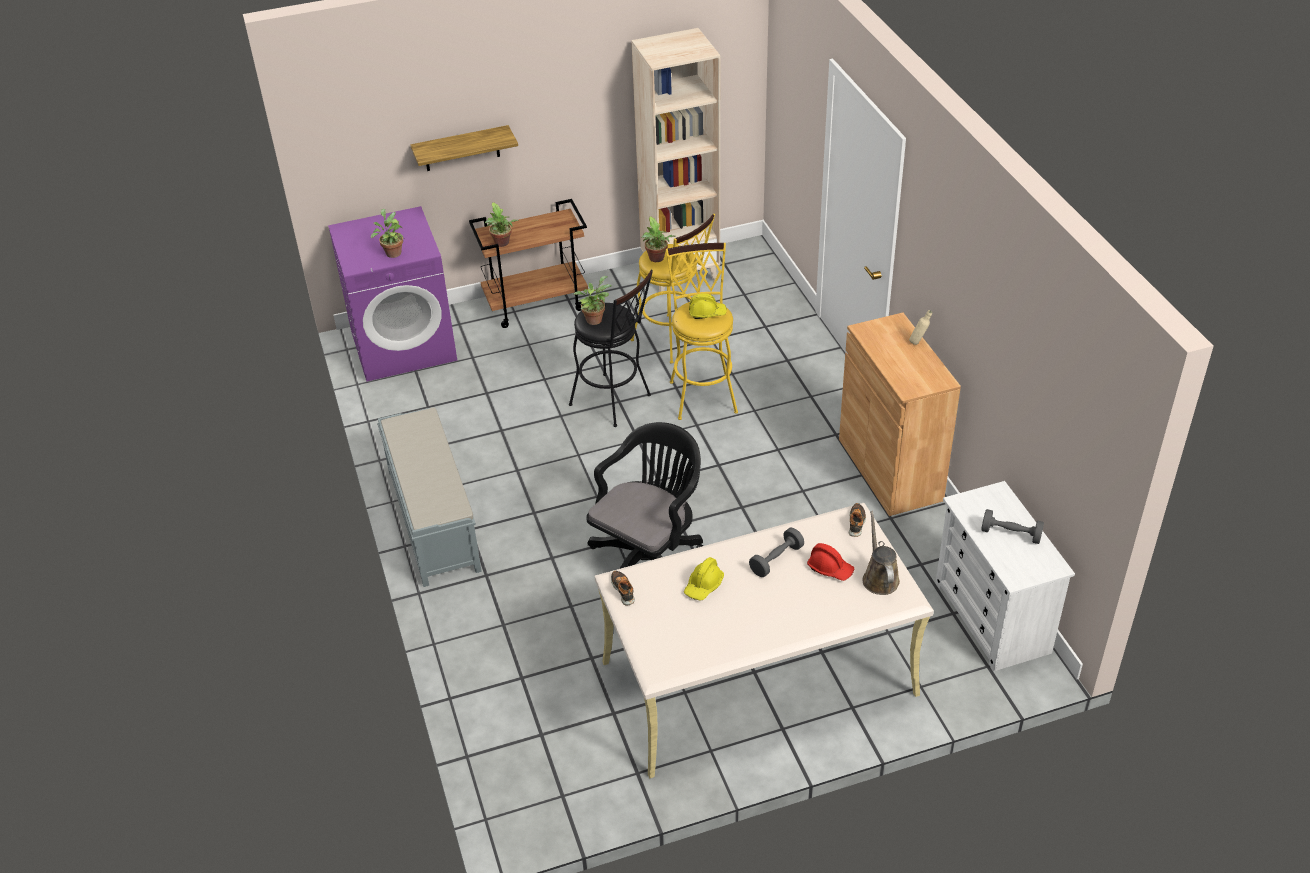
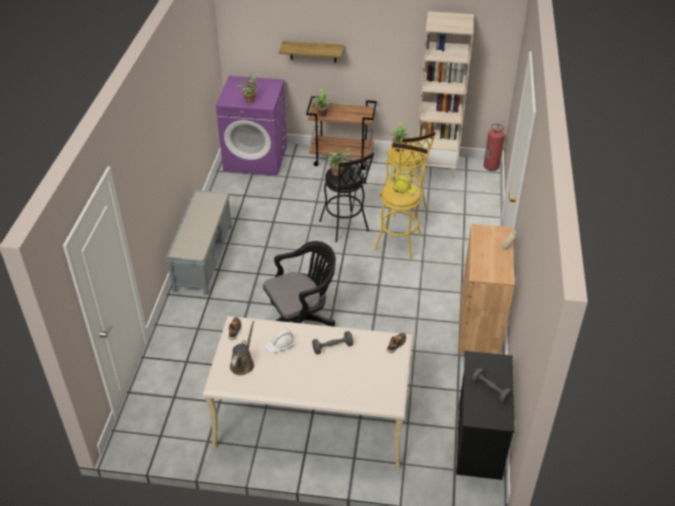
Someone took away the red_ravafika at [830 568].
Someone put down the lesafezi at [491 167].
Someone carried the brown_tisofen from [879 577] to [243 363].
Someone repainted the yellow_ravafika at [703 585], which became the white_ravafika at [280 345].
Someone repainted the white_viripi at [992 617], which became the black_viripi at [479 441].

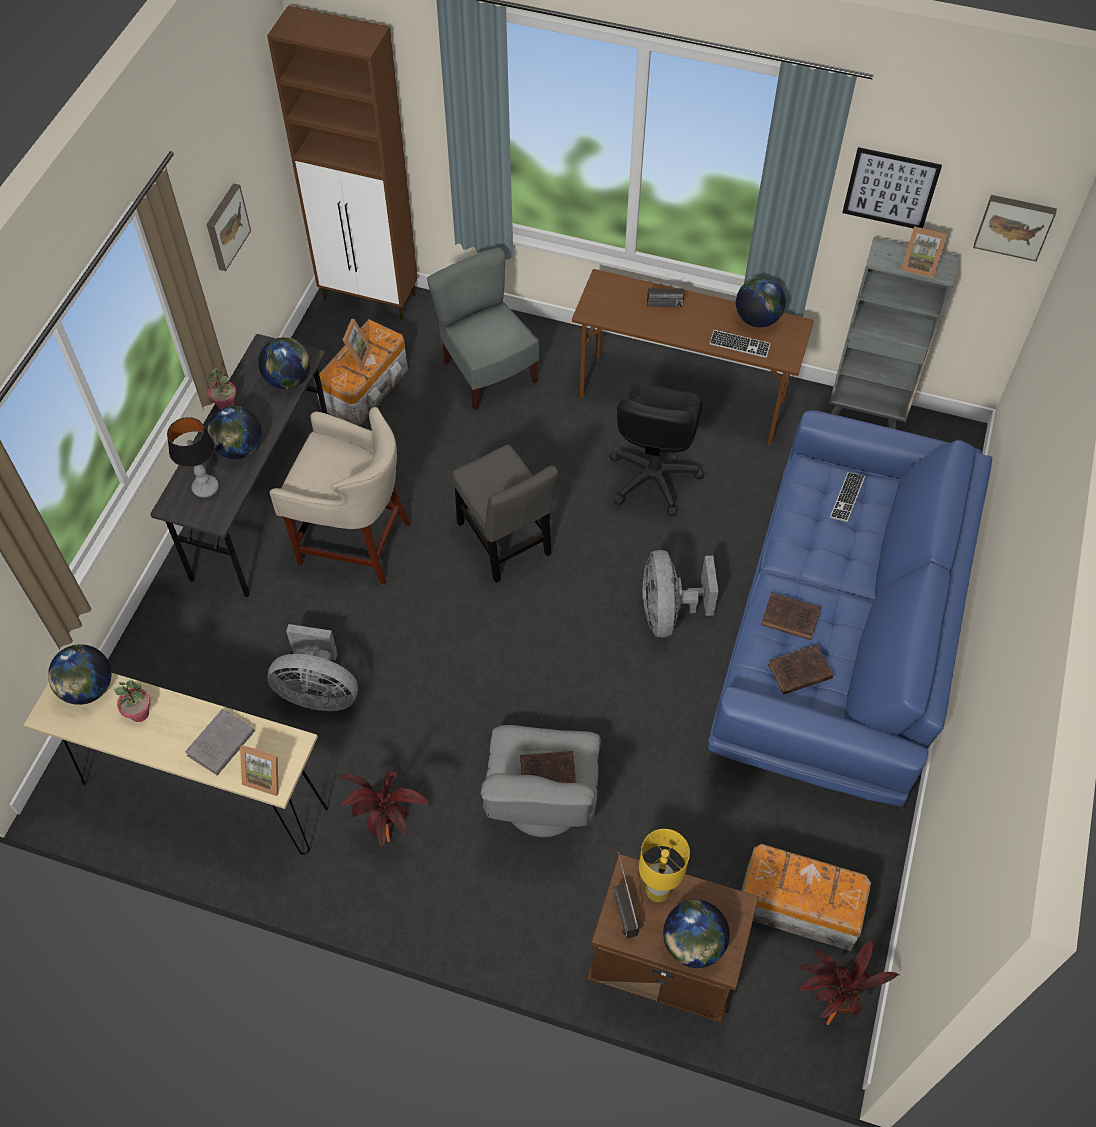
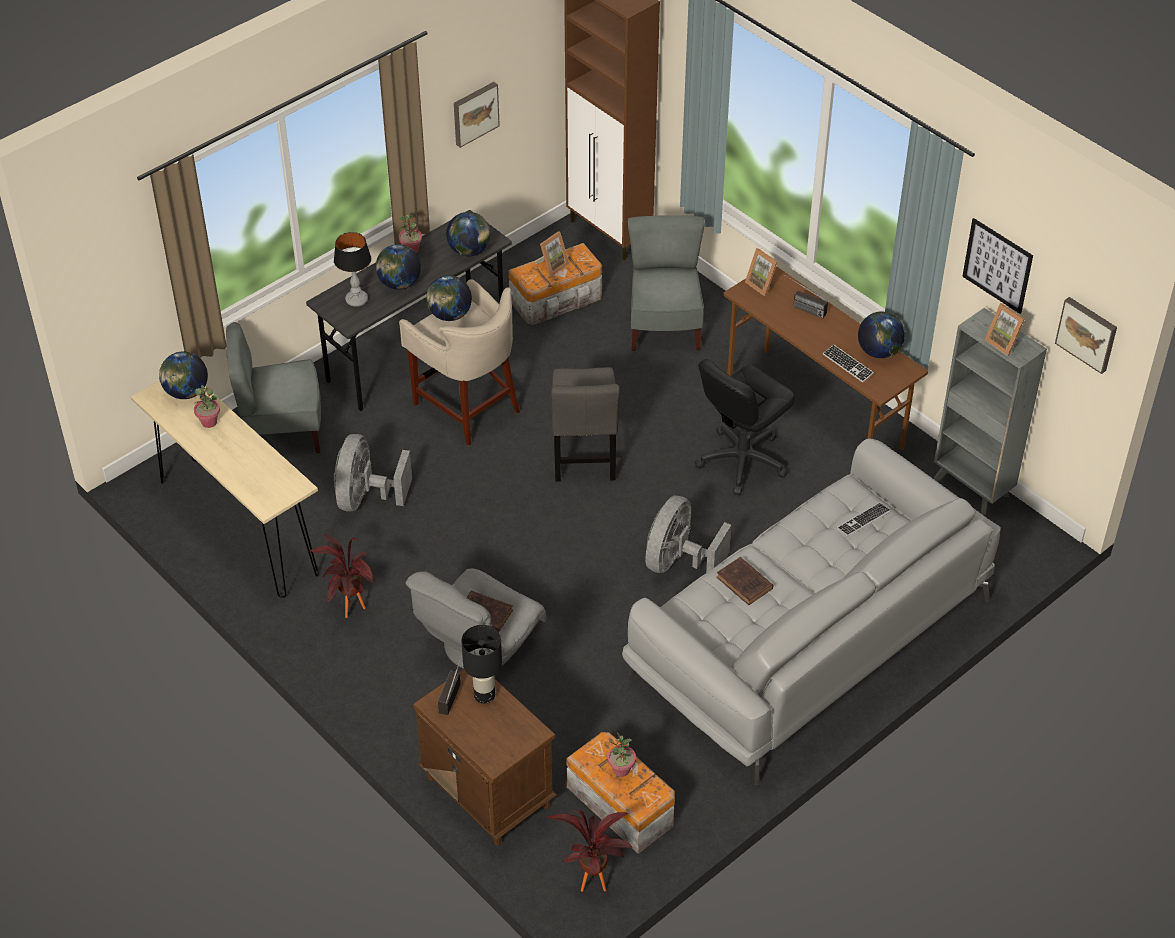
Someone took away the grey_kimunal at [220 745].
Someone took away the brown_kimunal at [798 672].
Someone put down the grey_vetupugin at [282 432].
Someone put down the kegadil at [621 770].
Someone carried the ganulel from [266 776] to [762 284].
Someone carried the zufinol from [693 944] to [449 315].
Someone repainted the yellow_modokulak at [657 889], which became the black_modokulak at [484 695].
Someone repainted the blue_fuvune at [837 634], which became the grey_fuvune at [808 638].
Someone rotated the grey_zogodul at [319 693] by 60 degrees clockwise.

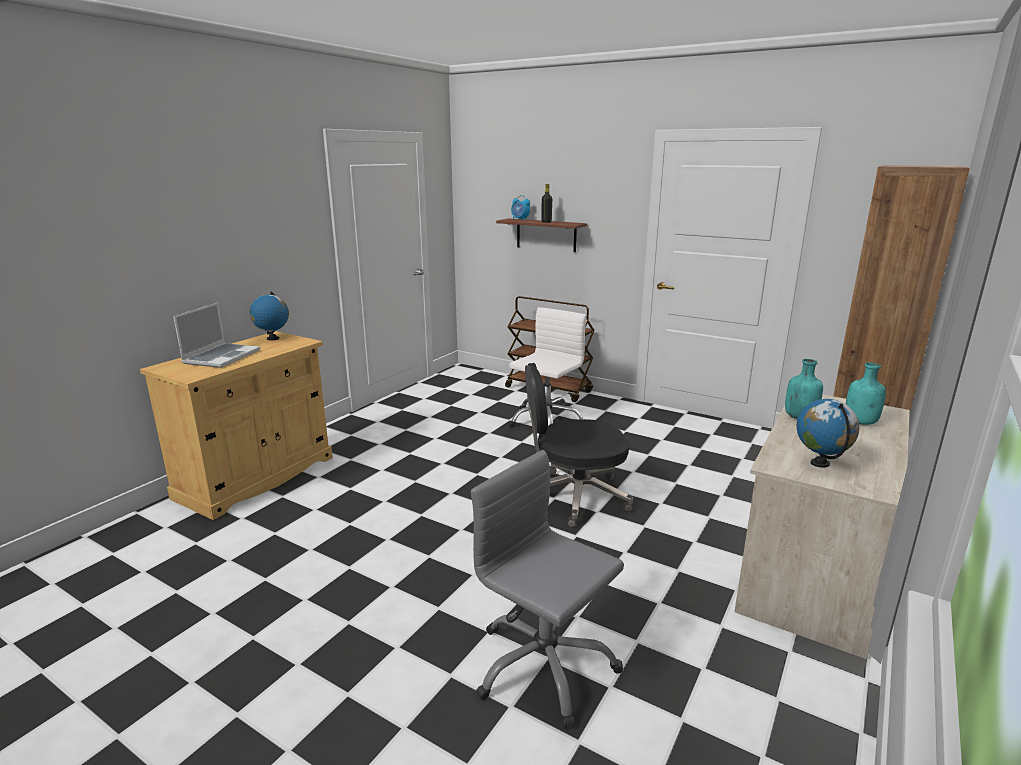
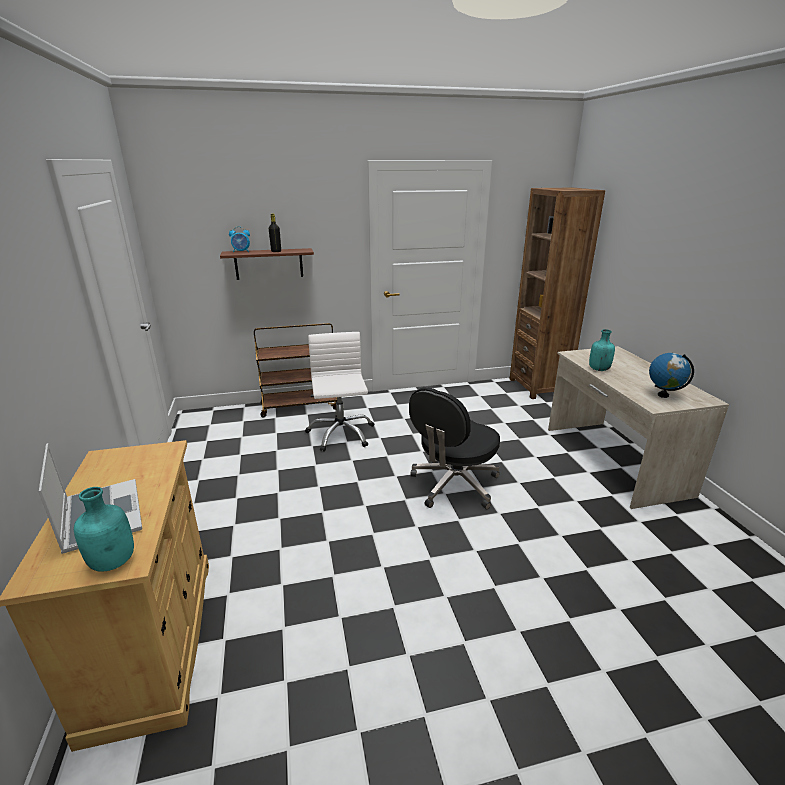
Someone took away the zufinol at [272 339].
Someone took away the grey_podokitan at [544 666].
Someone carried the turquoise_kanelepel from [861 422] to [114 561].

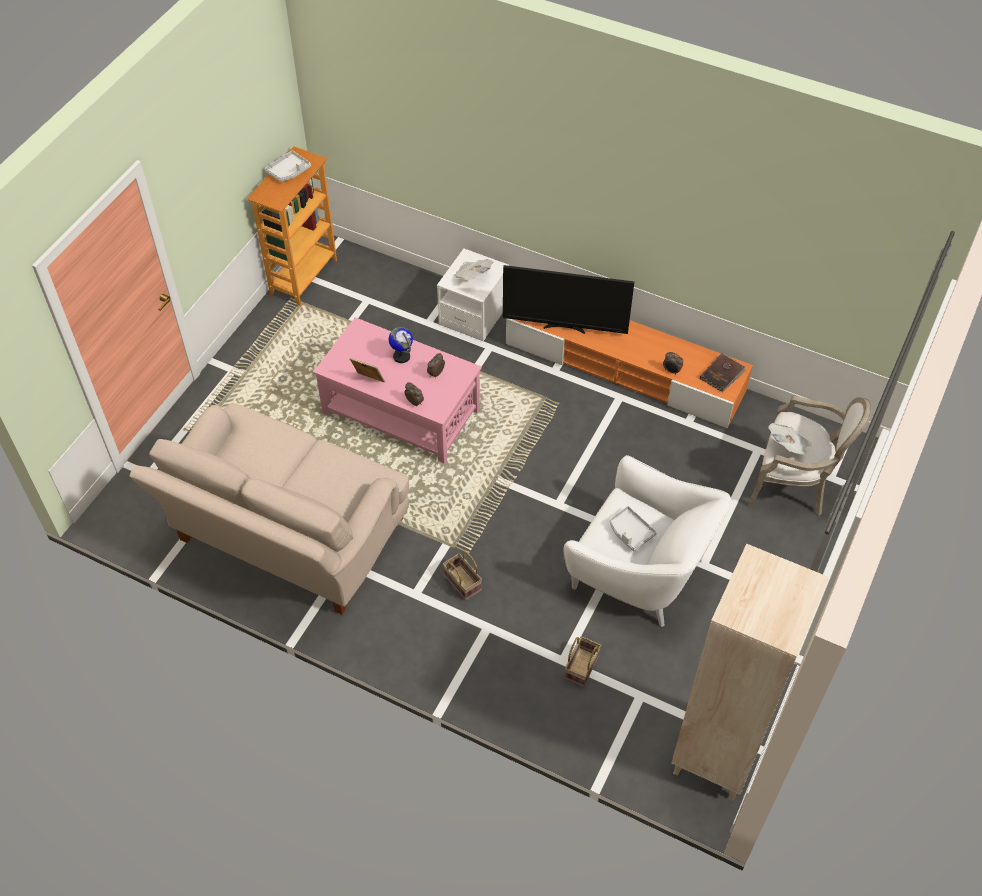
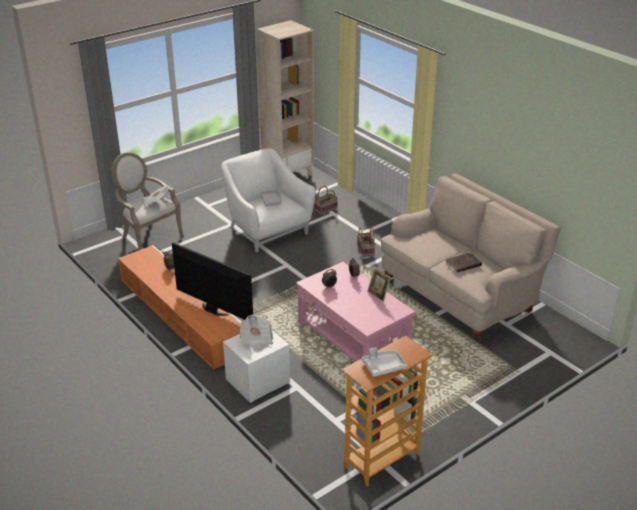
Someone took away the zufinol at [401 356].
Someone carried the brown_kimunal from [722 374] to [463 263].

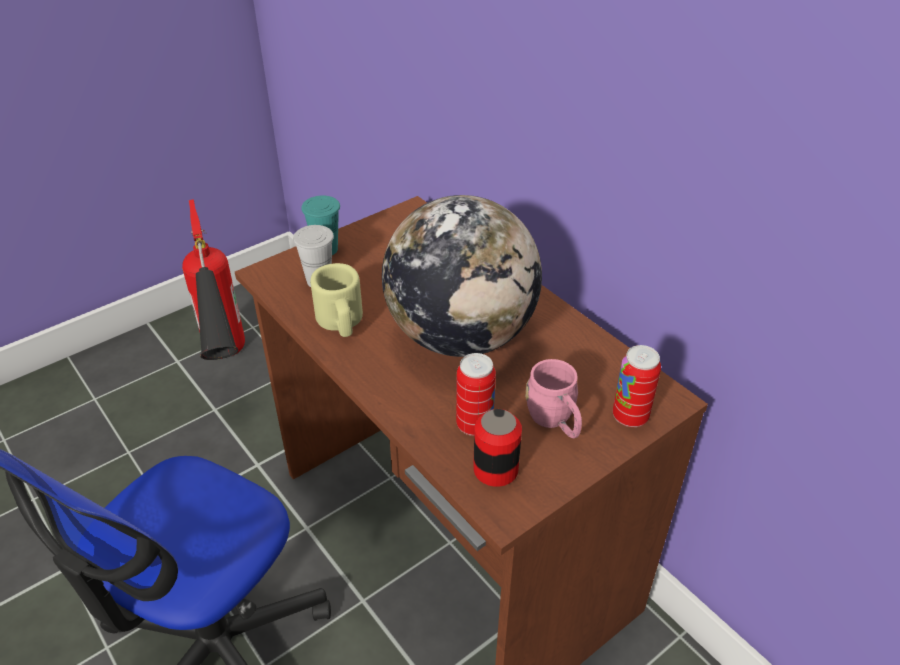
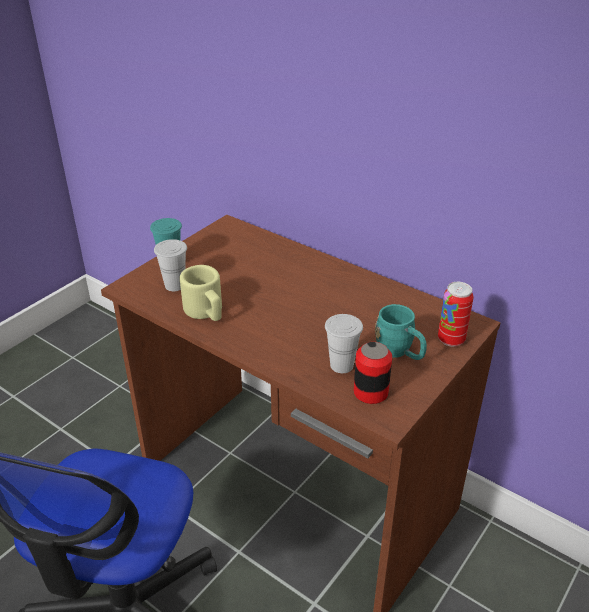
Someone took away the lesafezi at [228 370].
Someone took away the zufinol at [461 336].
Someone swapped the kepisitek at [474 425] for the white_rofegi at [341 365].
Someone repainted the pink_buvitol at [555 422], which became the turquoise_buvitol at [399 352].

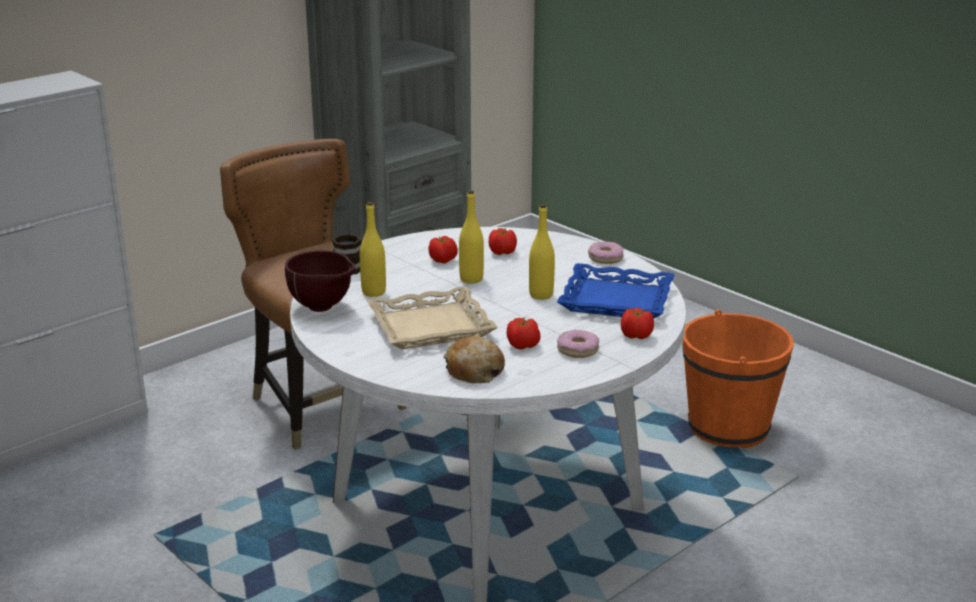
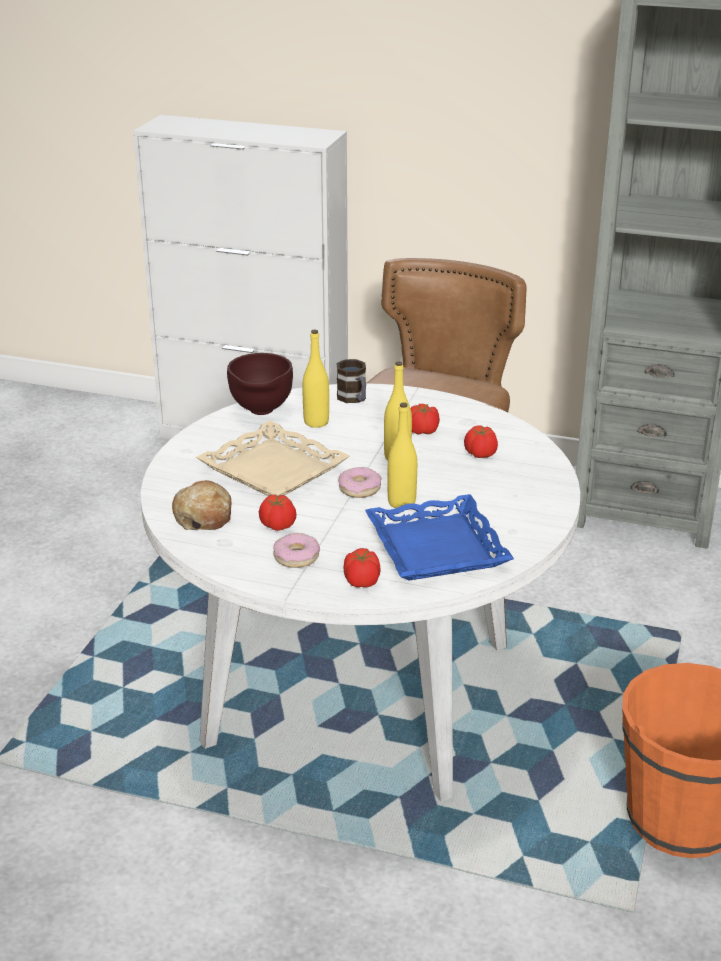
Someone carried the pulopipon from [605 258] to [359 488].

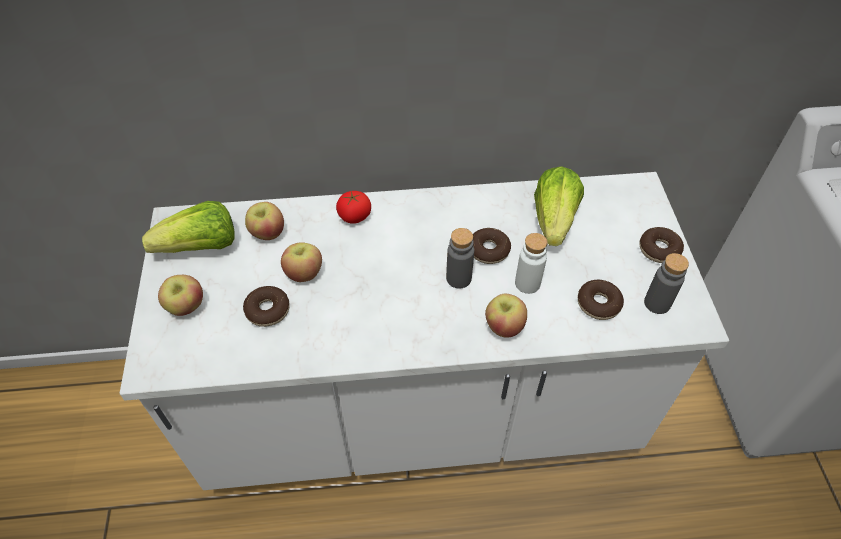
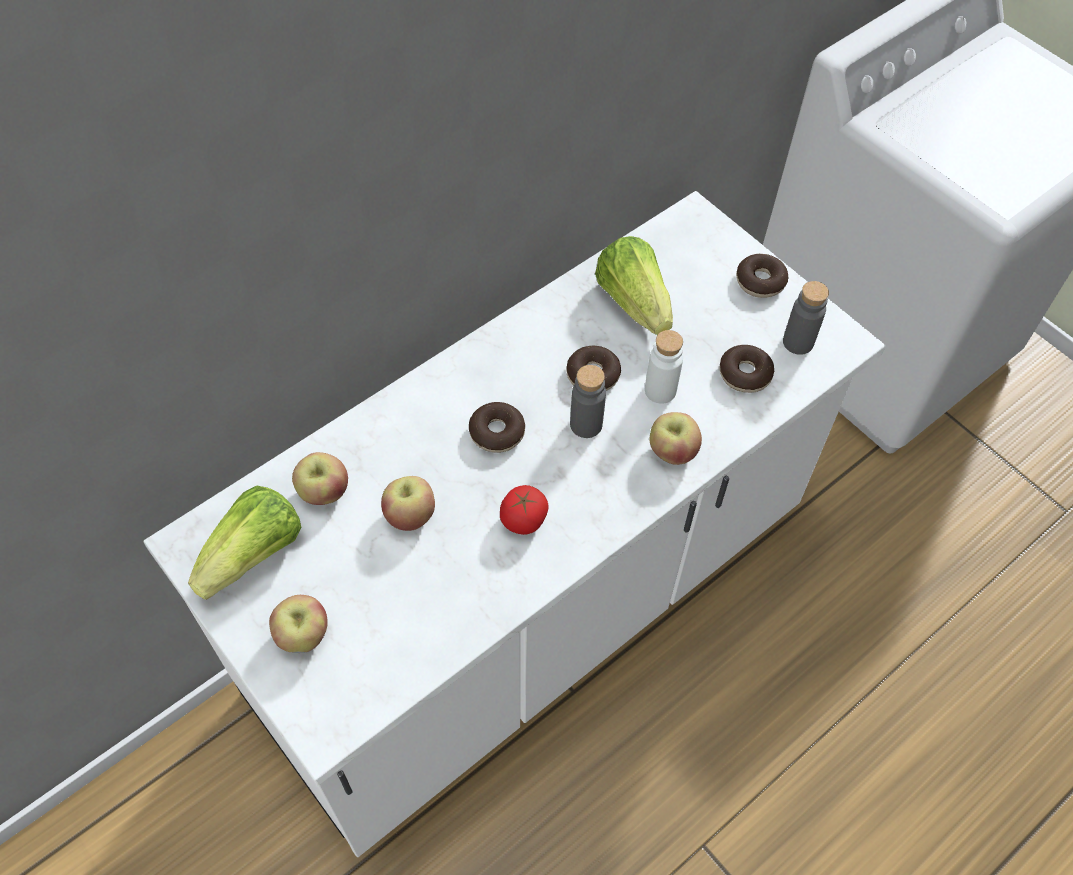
Someone carried the pulopipon from [267 310] to [497 432].
Someone carried the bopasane from [355 216] to [524 519].

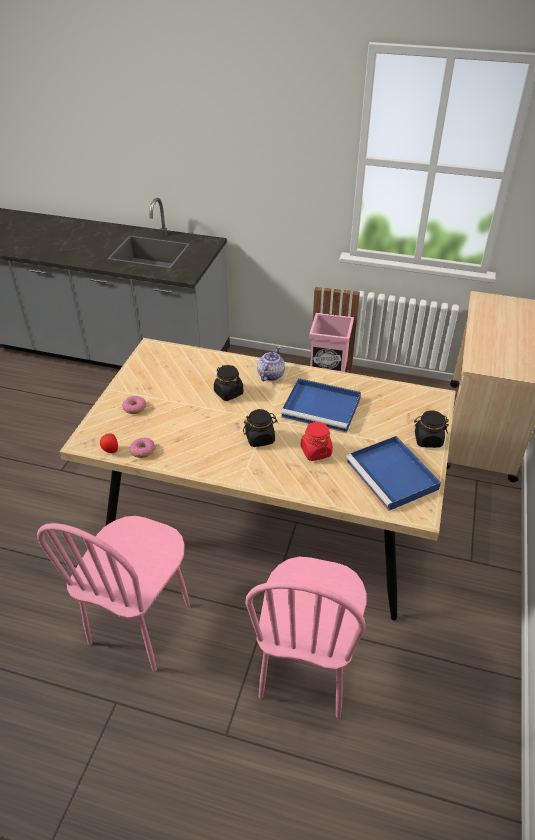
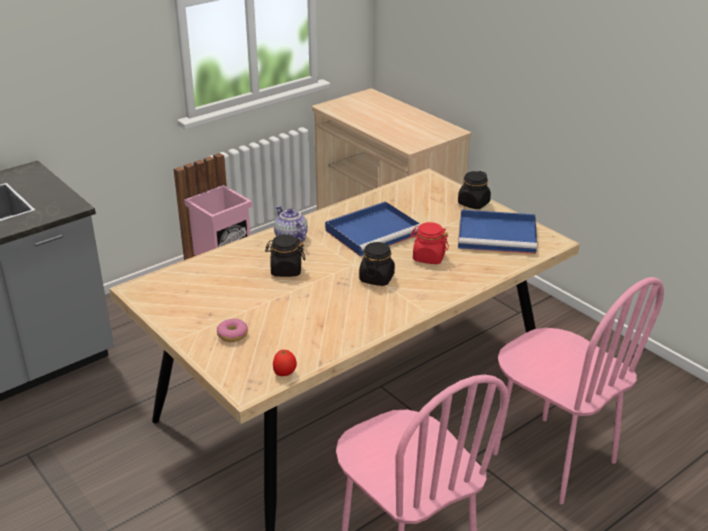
Someone took away the pulopipon at [143 451].

